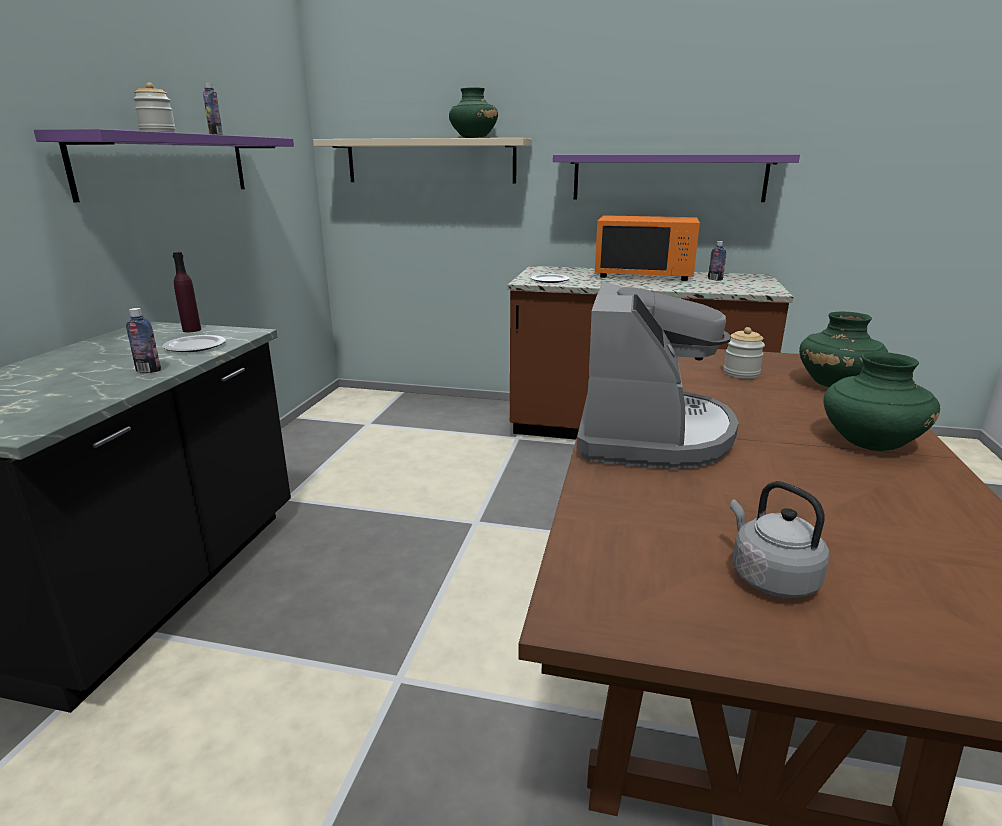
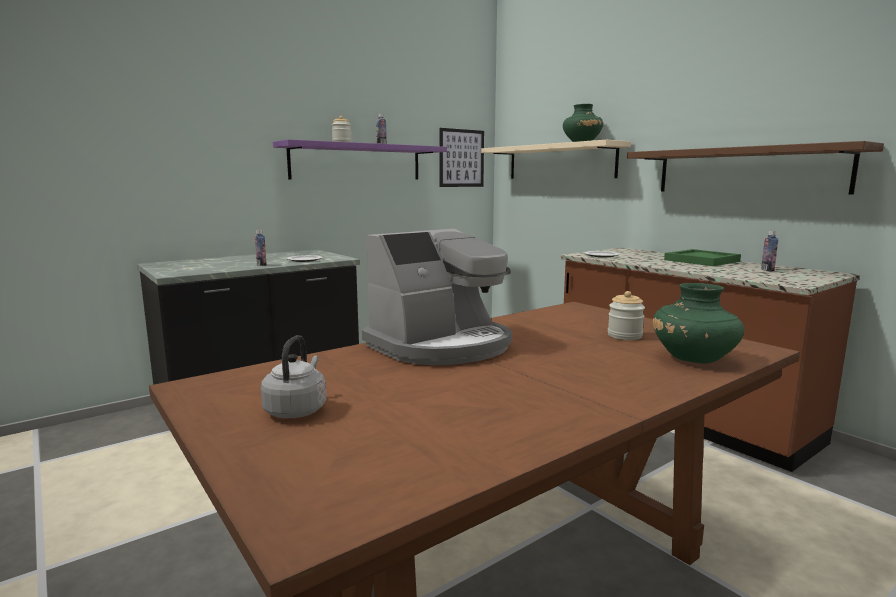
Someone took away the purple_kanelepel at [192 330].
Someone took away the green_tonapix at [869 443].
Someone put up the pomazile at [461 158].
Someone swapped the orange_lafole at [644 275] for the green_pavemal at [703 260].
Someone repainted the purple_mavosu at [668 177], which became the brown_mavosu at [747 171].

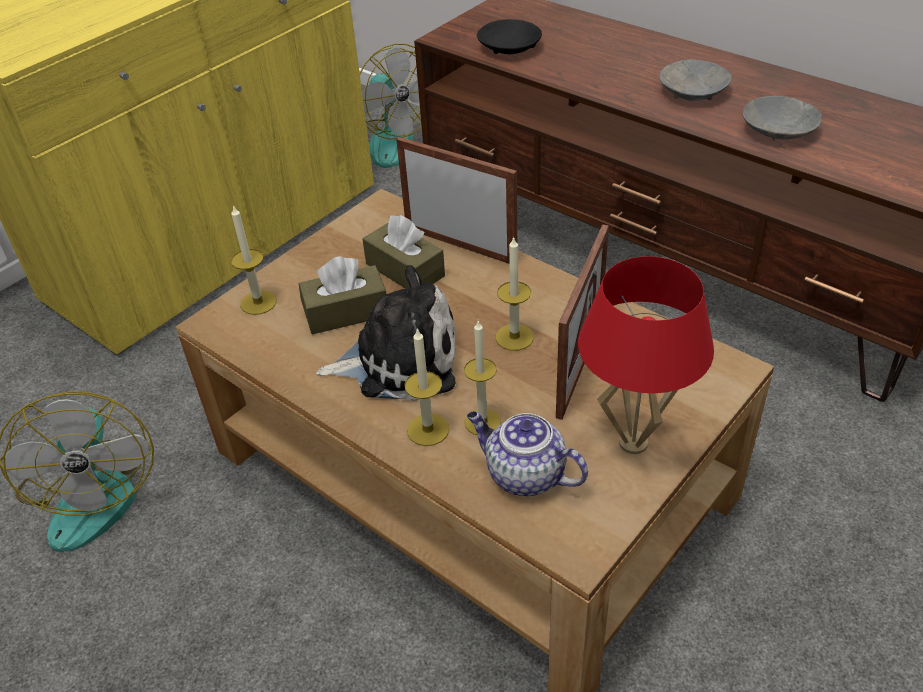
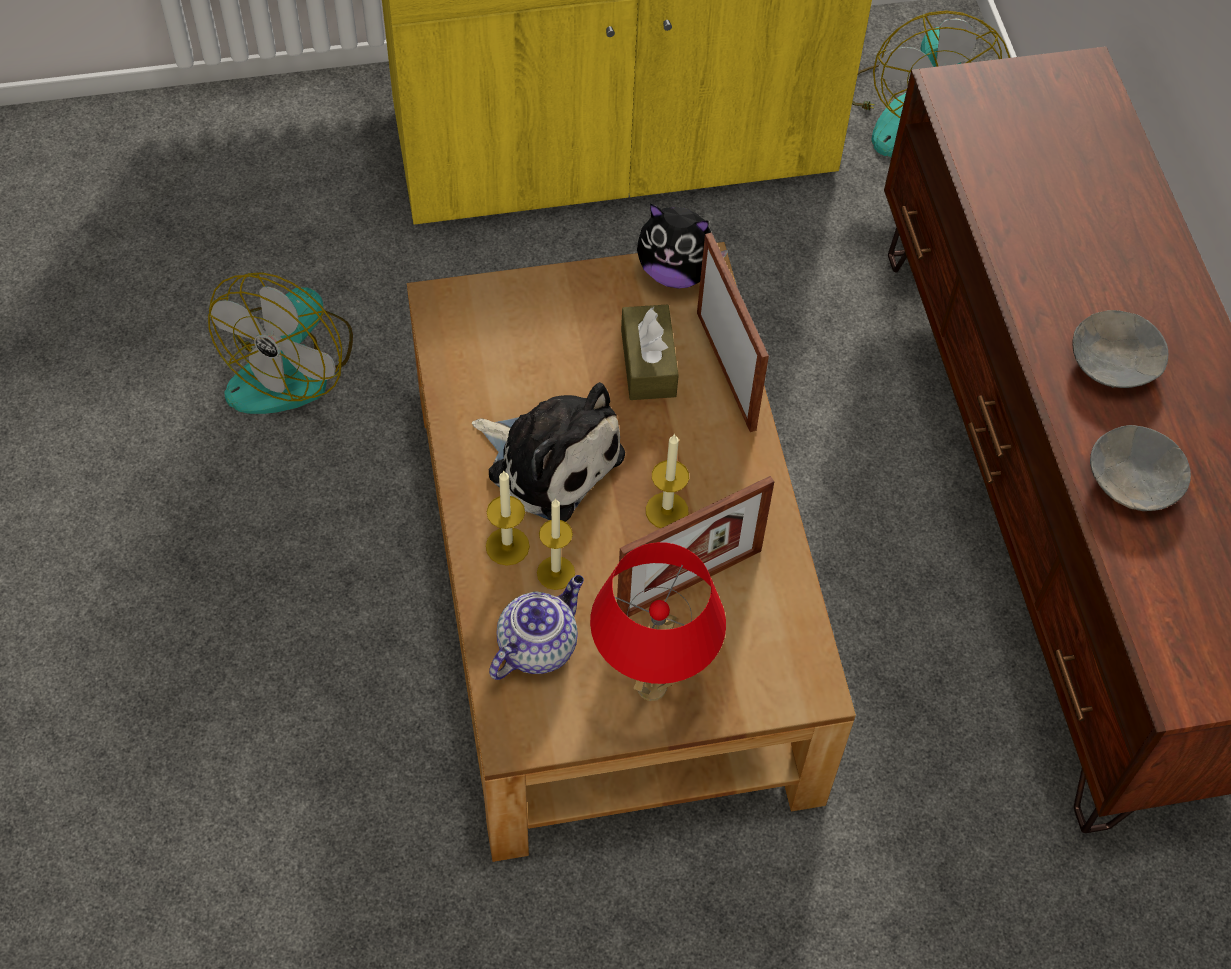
Someone took away the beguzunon at [258 302].
Someone took away the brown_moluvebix at [346 312].
Someone took away the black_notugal at [509 48].
Someone put down the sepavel at [676 272].
Someone rotated the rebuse at [523 475] by 60 degrees clockwise.

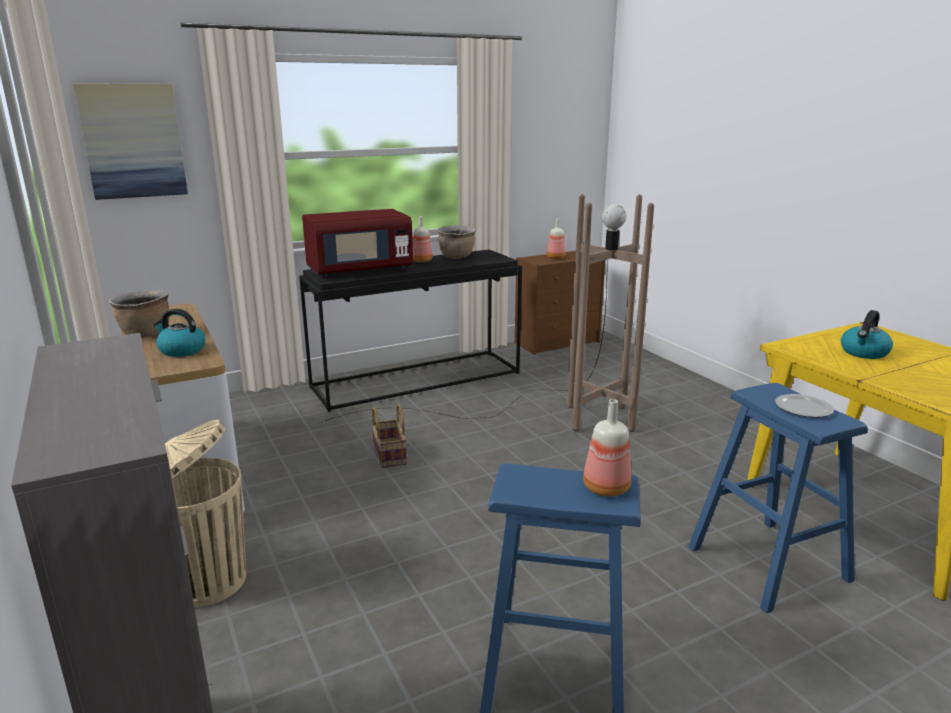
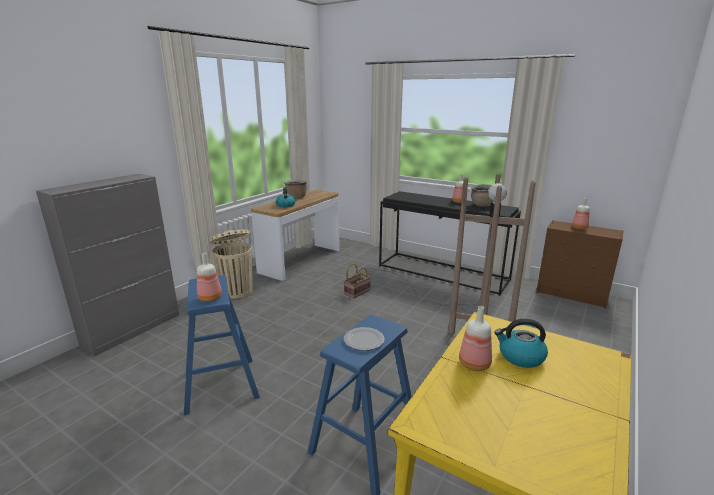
Someone took away the pomazile at [133 141].
Someone took away the red_lafole at [359 270].
Someone put down the kanelepel at [474 363].

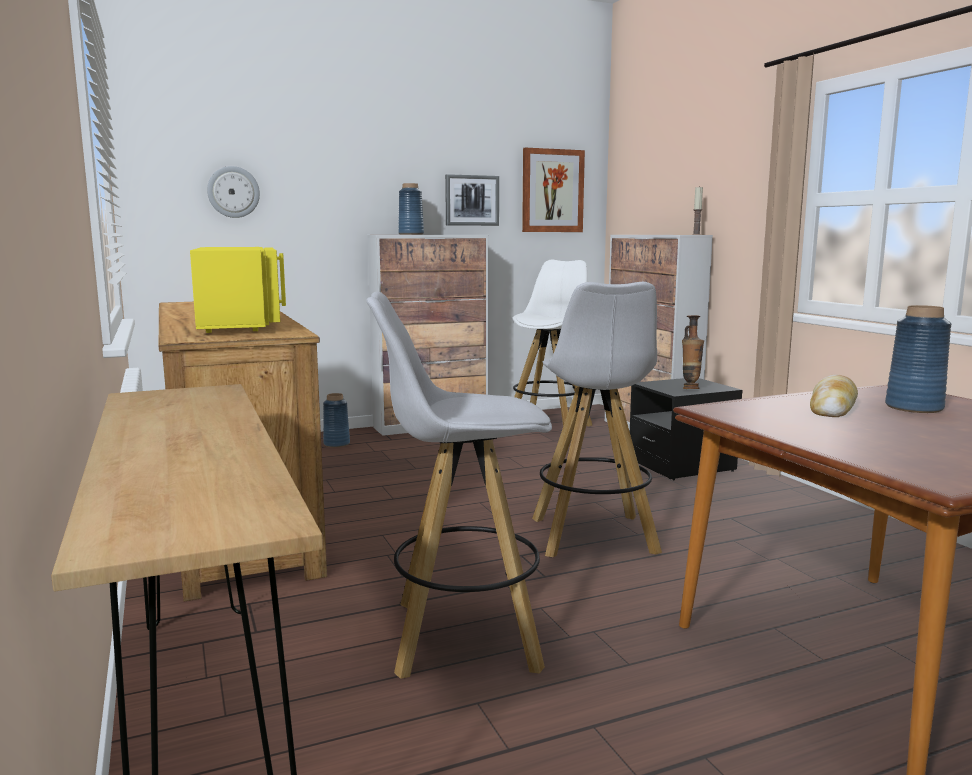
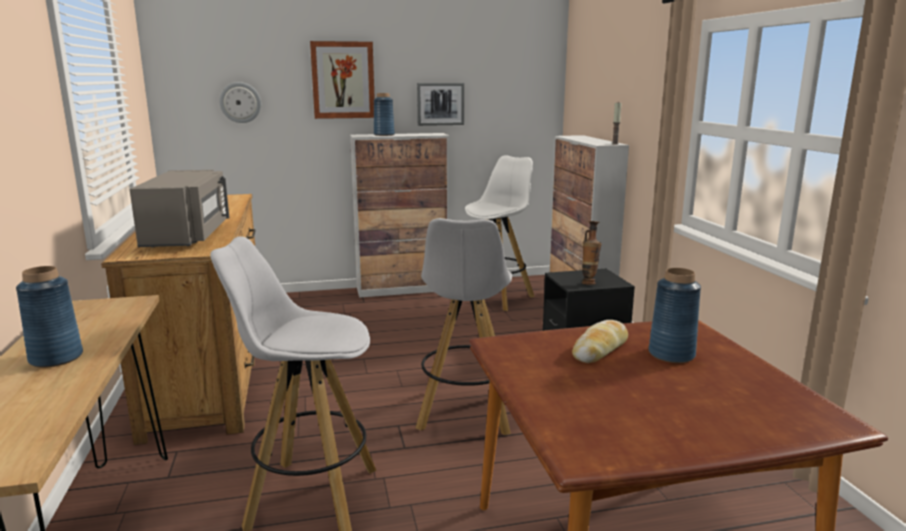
Someone carried the blue_tonapix from [336 444] to [56 358].
Someone carried the pomazile from [552 191] to [343 80].
Someone repainted the yellow_lafole at [240 325], which became the grey_lafole at [188 236].

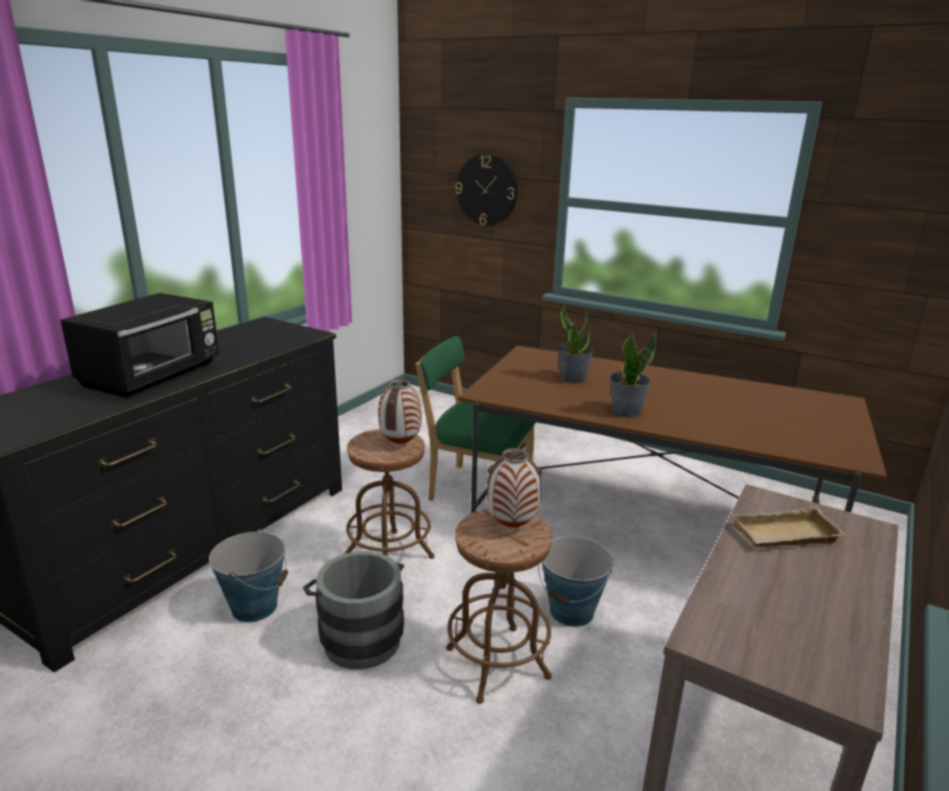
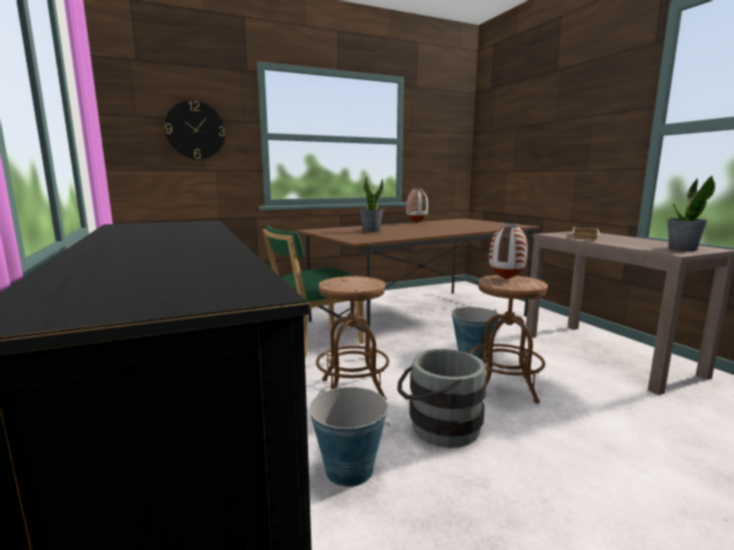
Someone took away the black_lafole at [154 376].
Someone carried the tonapix from [400 443] to [416 223].
Someone carried the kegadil from [625 412] to [682 249].

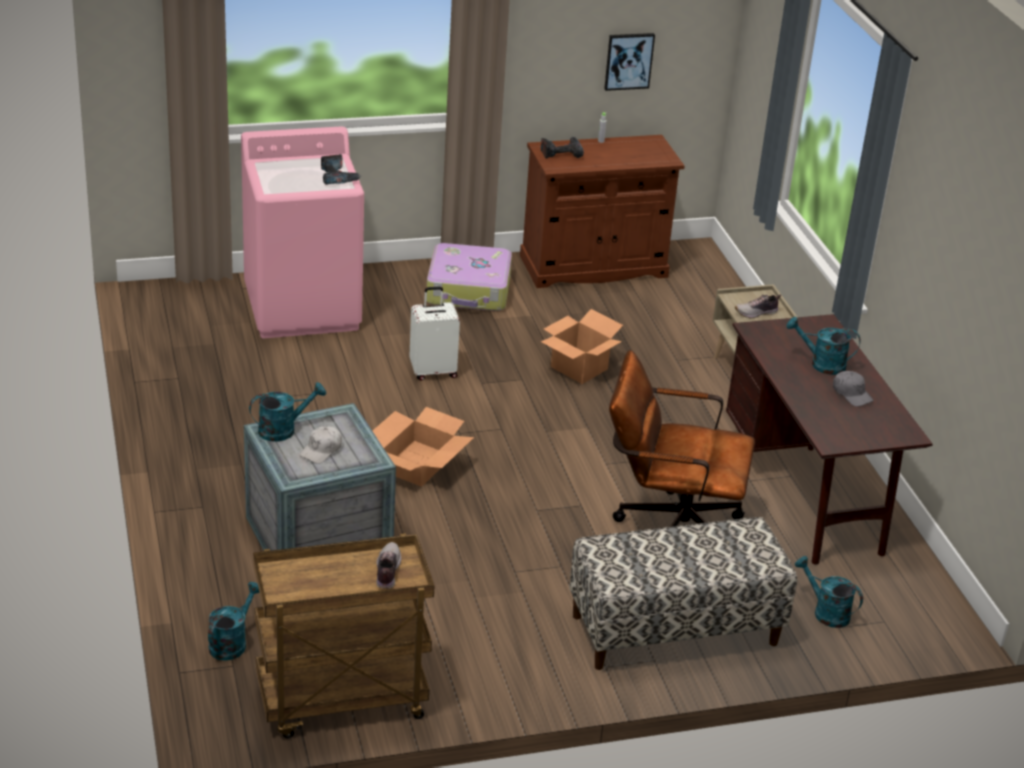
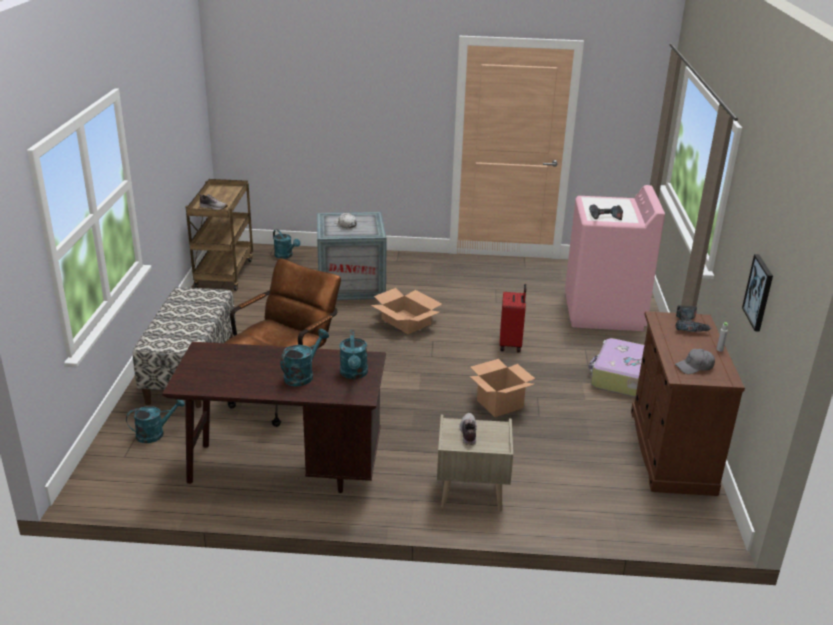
Someone carried the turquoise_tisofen from [283 429] to [354 374].
Someone carried the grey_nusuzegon from [852 394] to [694 367].
Someone repainted the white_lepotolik at [433 371], which became the red_lepotolik at [511 344].

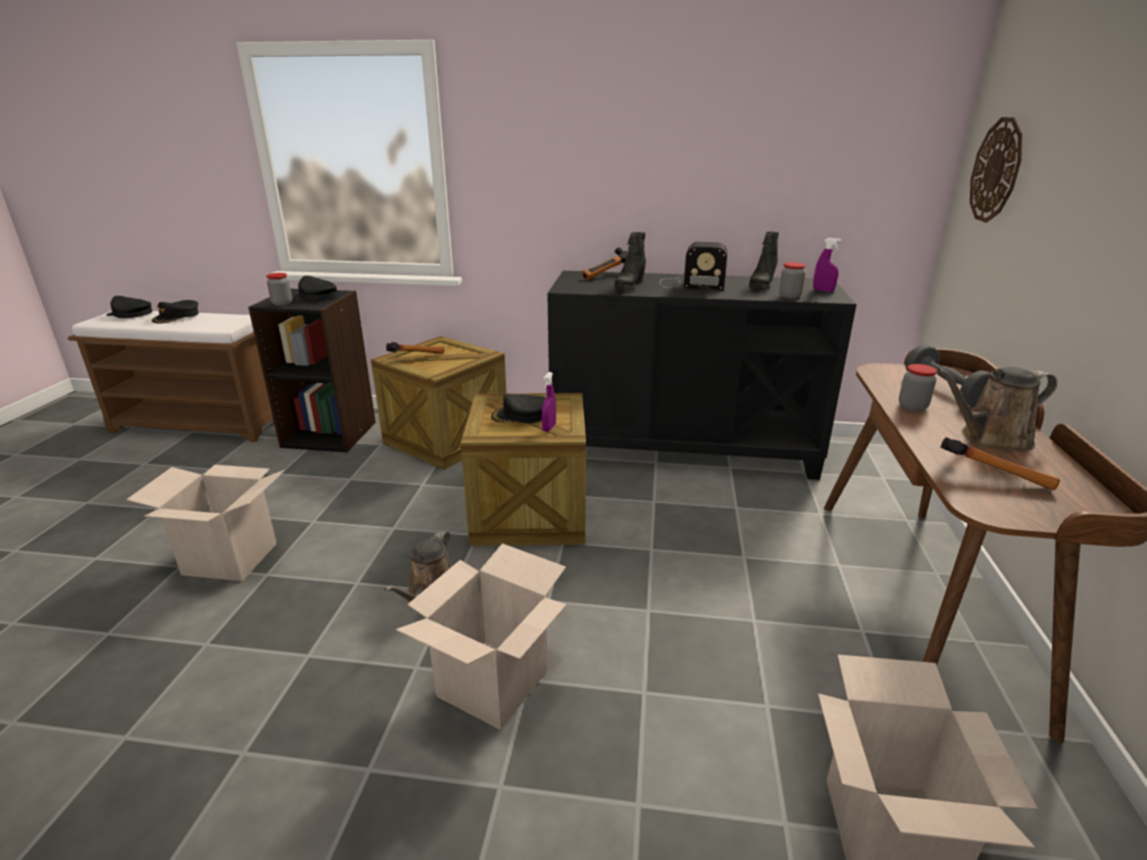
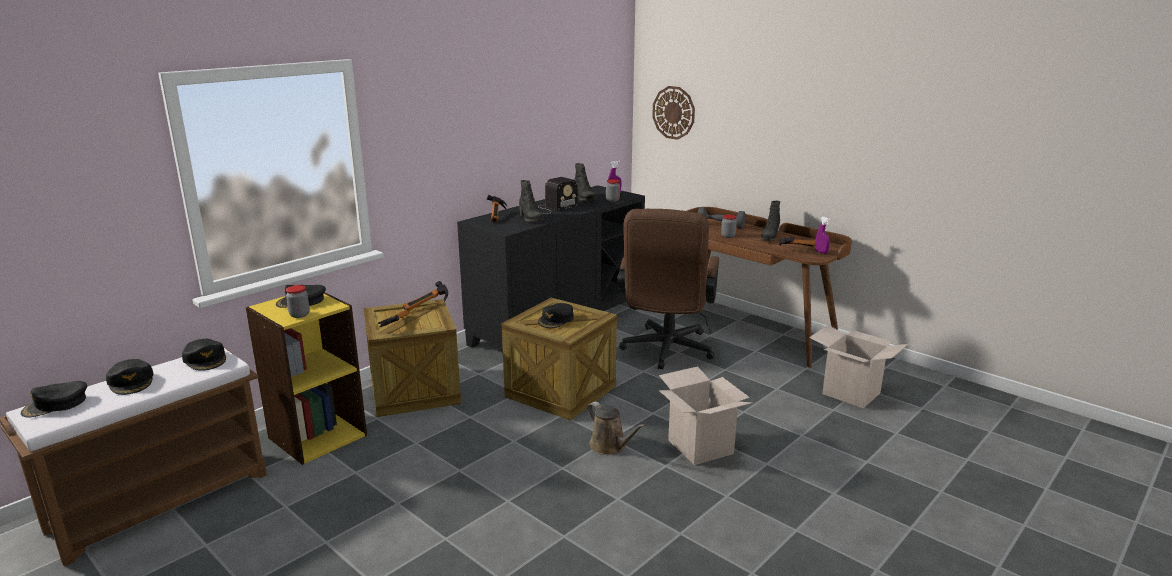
Someone took away the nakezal at [230 559].
Someone put down the black_nusuzegon at [205 359].
Someone put down the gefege at [427 306].
Someone put down the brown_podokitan at [666 352].
Someone carried the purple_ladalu from [549 428] to [821 252].
Someone swapped the brown_tisofen at [990 439] for the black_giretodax at [769 238].
Someone repainted the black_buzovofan at [330 434], which became the yellow_buzovofan at [317 436].

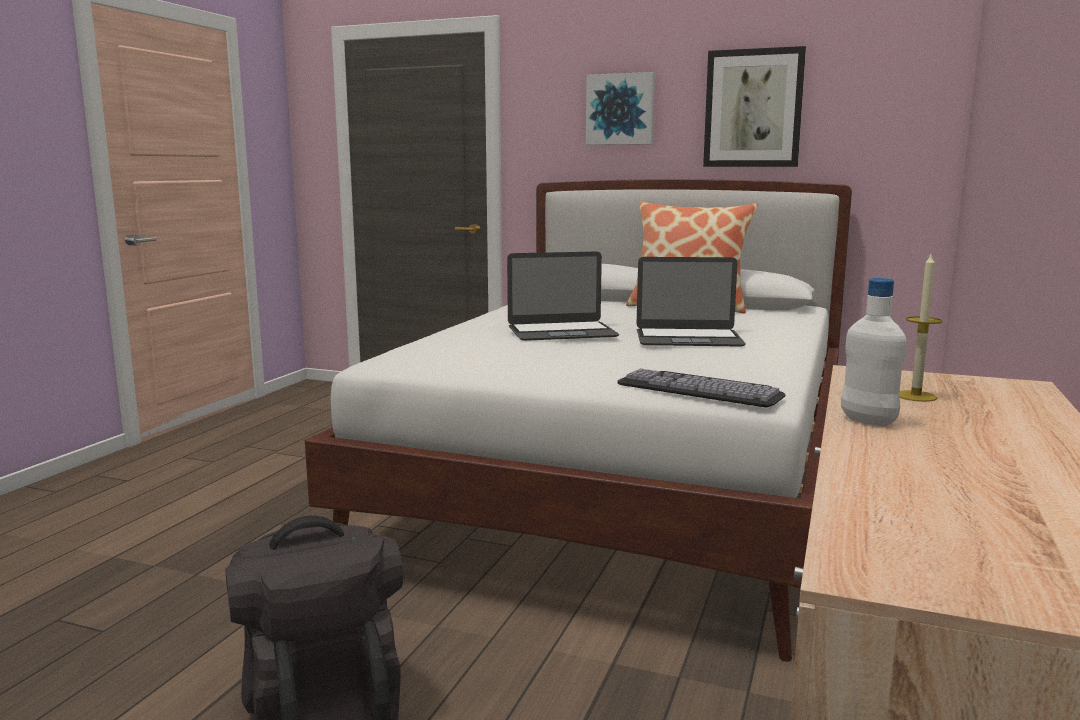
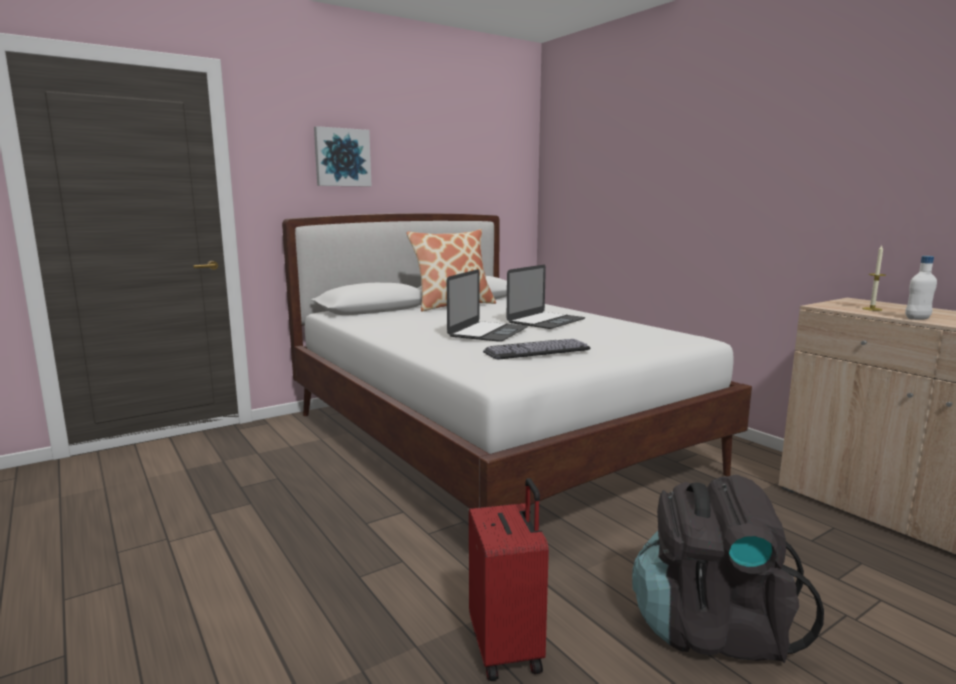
Someone took away the pomazile at [753 108].
Someone put down the red_lepotolik at [508 648].
Someone carried the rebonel from [704 388] to [534 349].

